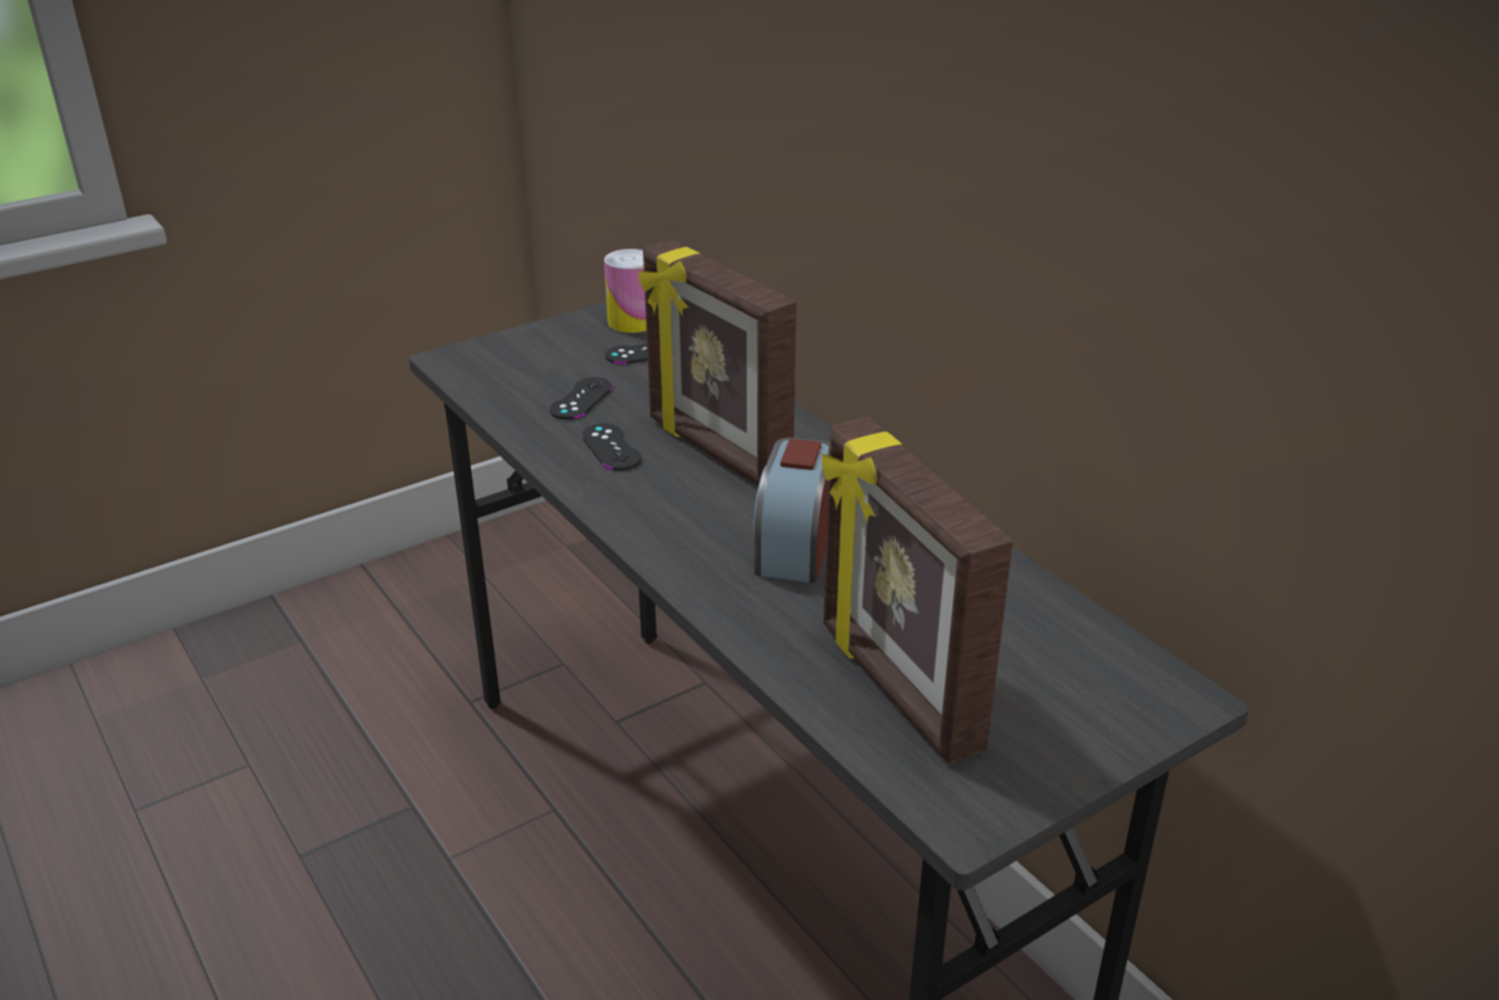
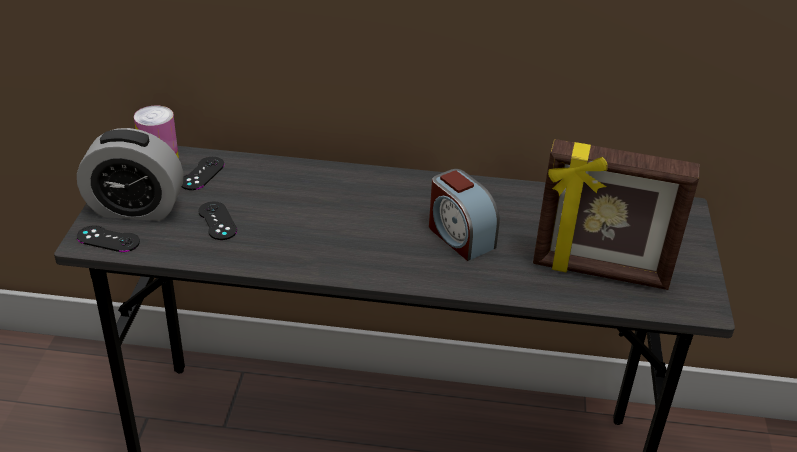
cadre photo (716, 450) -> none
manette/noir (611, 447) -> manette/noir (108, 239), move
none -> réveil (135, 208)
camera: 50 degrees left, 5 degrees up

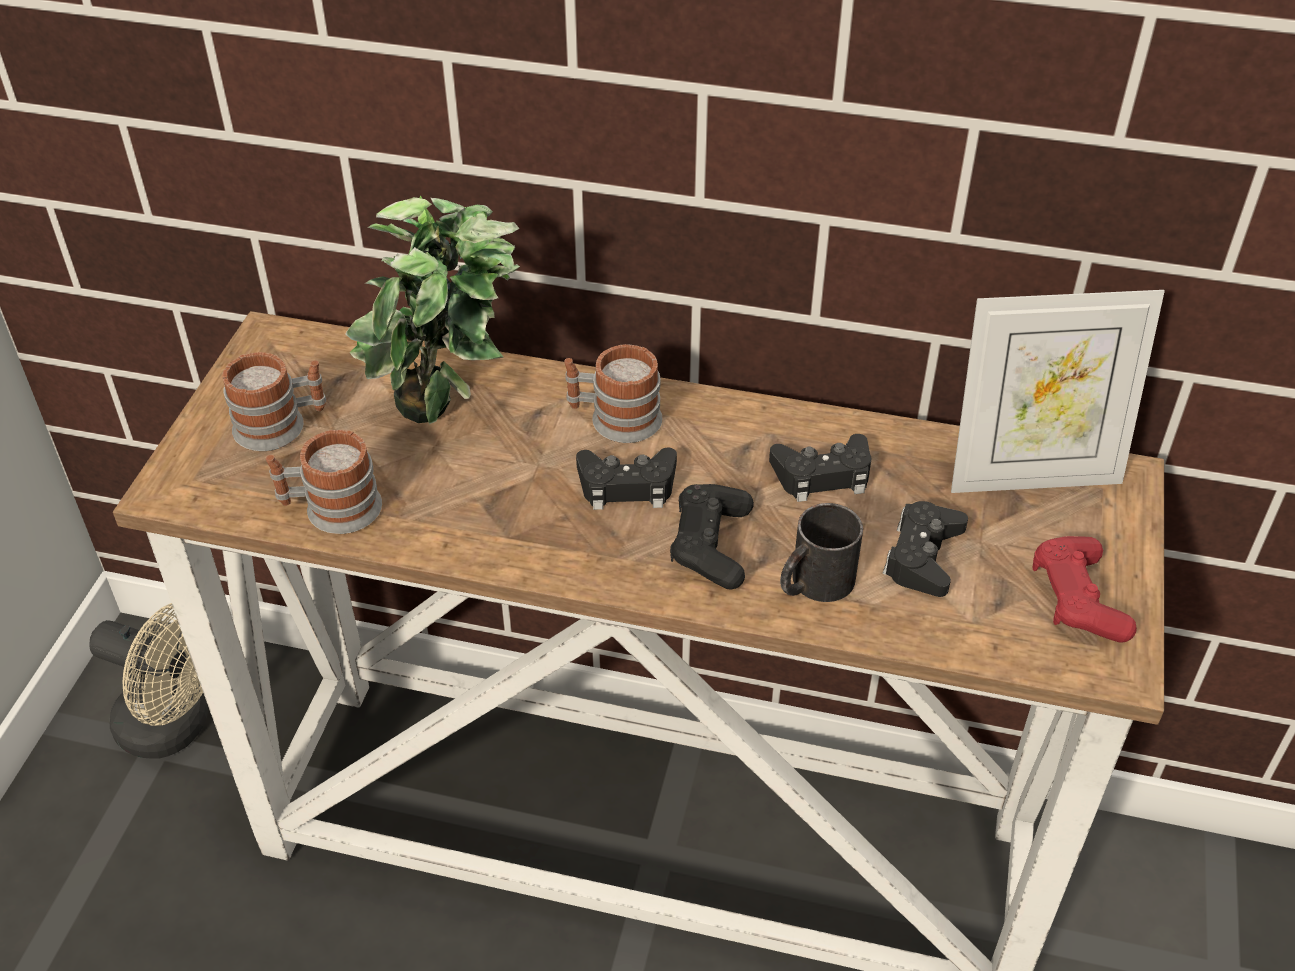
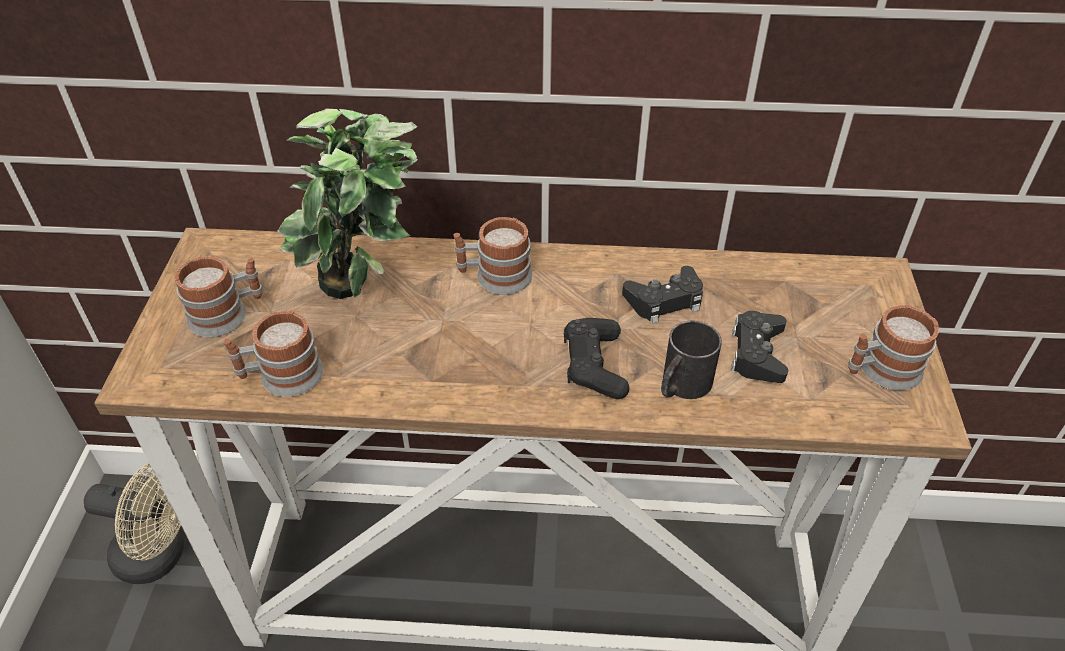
cadre photo (1032, 475) -> none
manette/noir (627, 486) -> none
manette/rouge (1077, 599) -> mug (881, 371)
camera: 10 degrees left, 0 degrees up

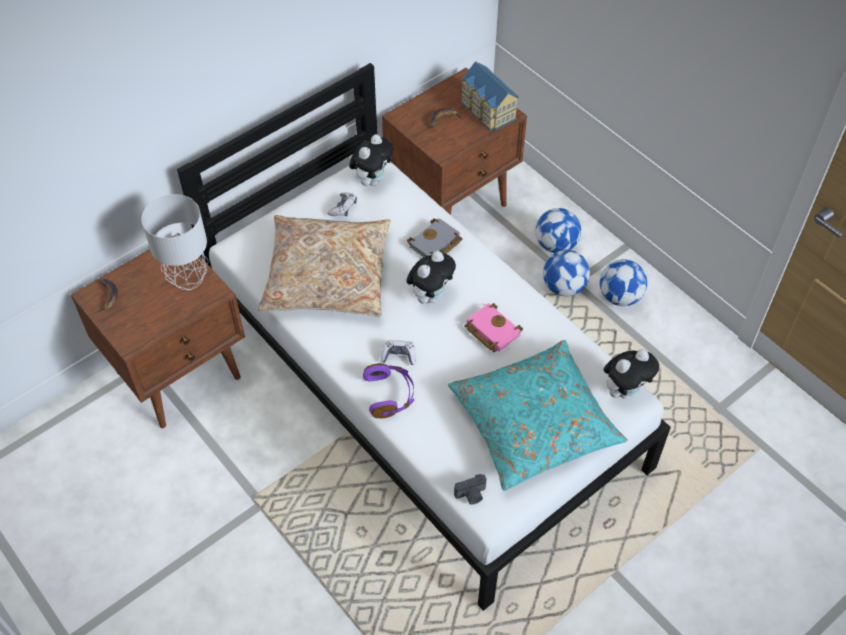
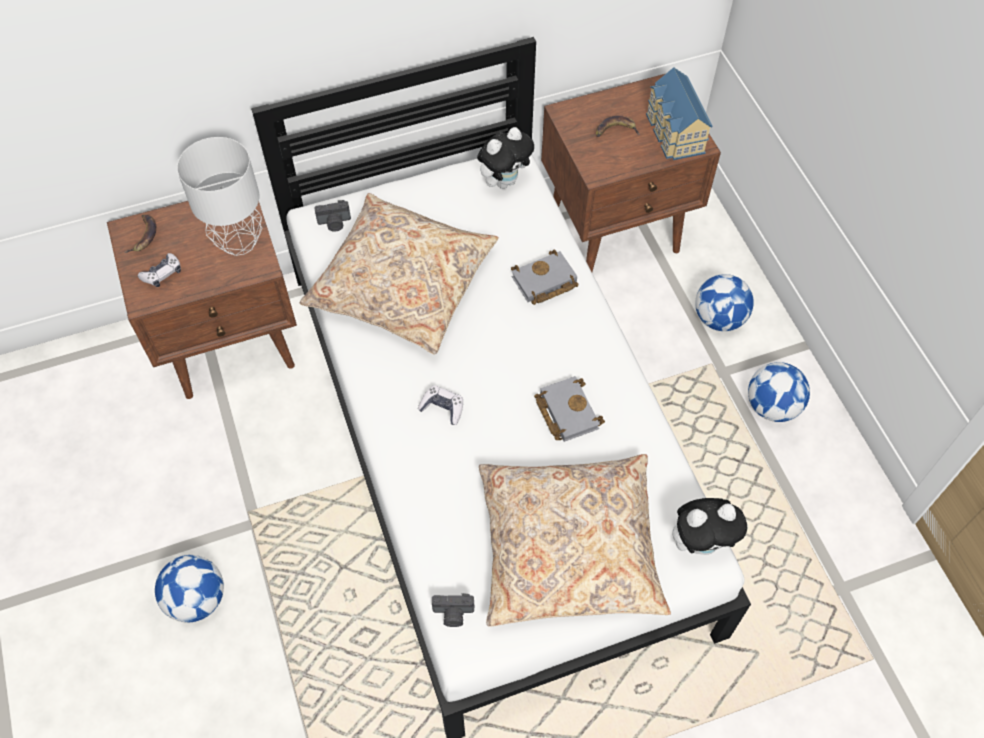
manette (343, 208) -> manette (162, 274), move
ballon de foot (563, 287) -> ballon de foot (197, 599), move
peluche (430, 295) -> none
livre/rose (490, 330) -> livre/gris (565, 411)
coussin/turquoise (533, 423) -> coussin/beige (568, 547)
casque audio/violet (390, 395) -> none
none -> appareil photo (334, 223)
camera: 20 degrees right, 5 degrees up

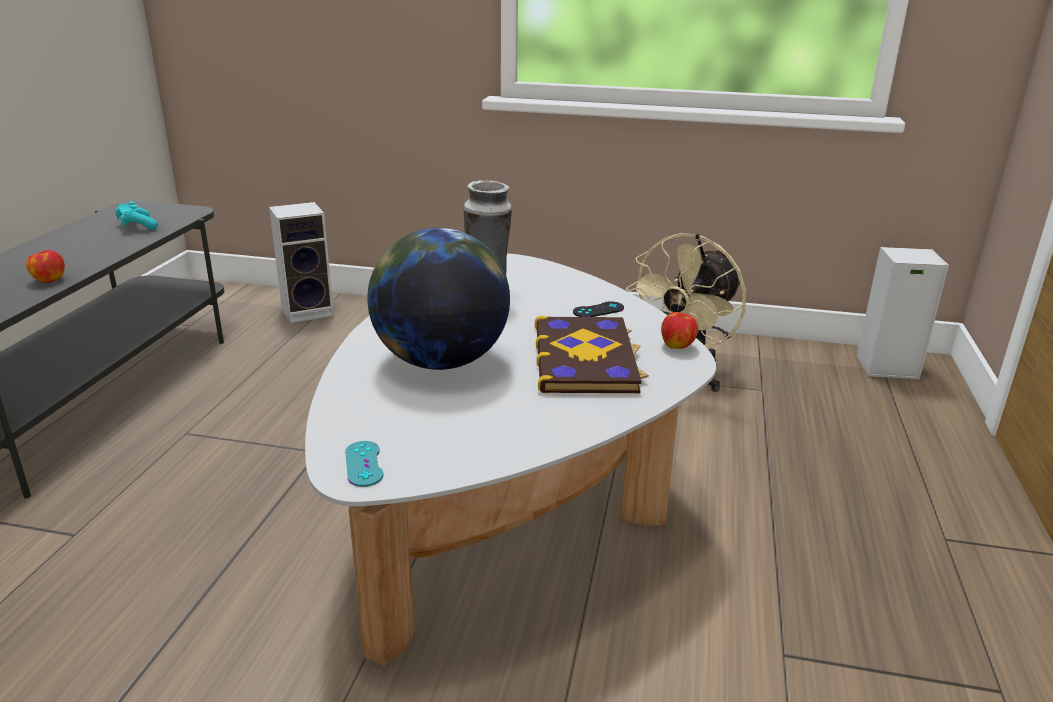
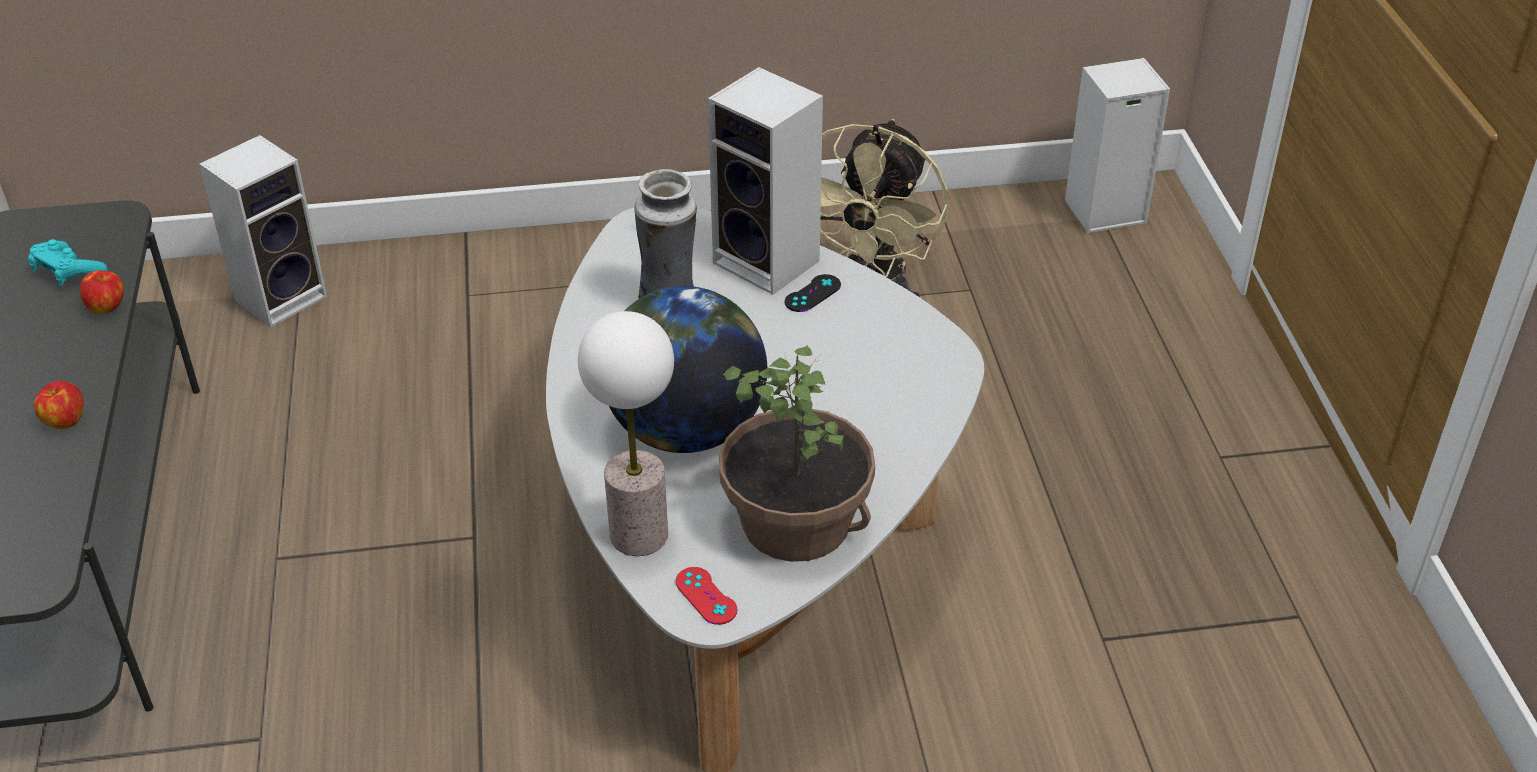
pomme (677, 346) -> pomme (107, 307), move
livre (586, 358) -> none
manette/turquoise (364, 464) -> manette/rouge (706, 596)
none -> enceinte (770, 262)
none -> lampe de table (639, 535)
none -> plante en pot (797, 521)
camera: 20 degrees left, 15 degrees up

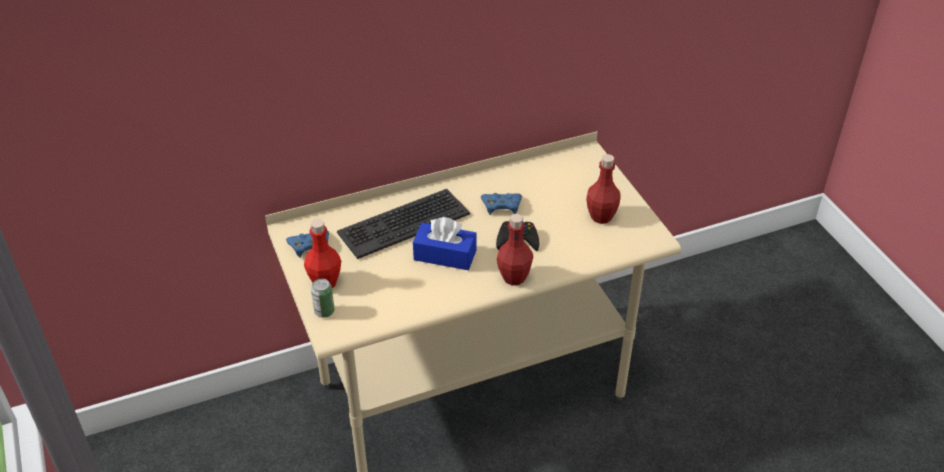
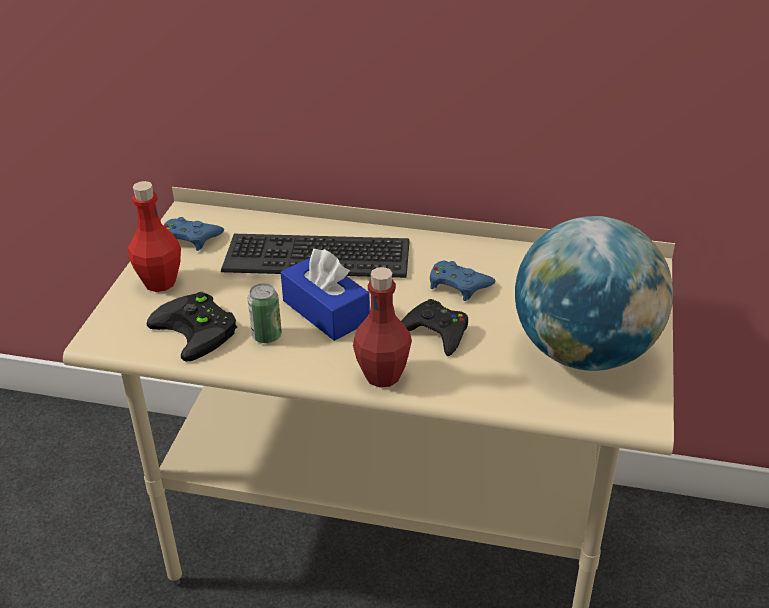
bouteille/rouge (601, 216) -> globe (584, 352)
boîte métallique (324, 311) -> boîte métallique (267, 336), move
none -> manette/noir (199, 330)
camera: 35 degrees right, 5 degrees down

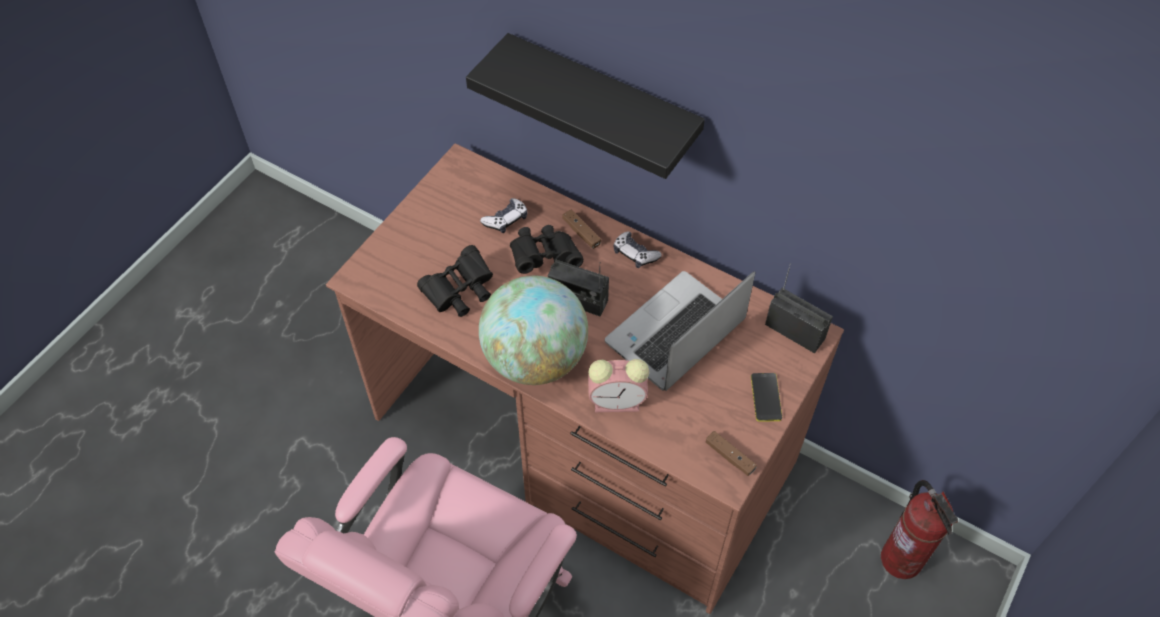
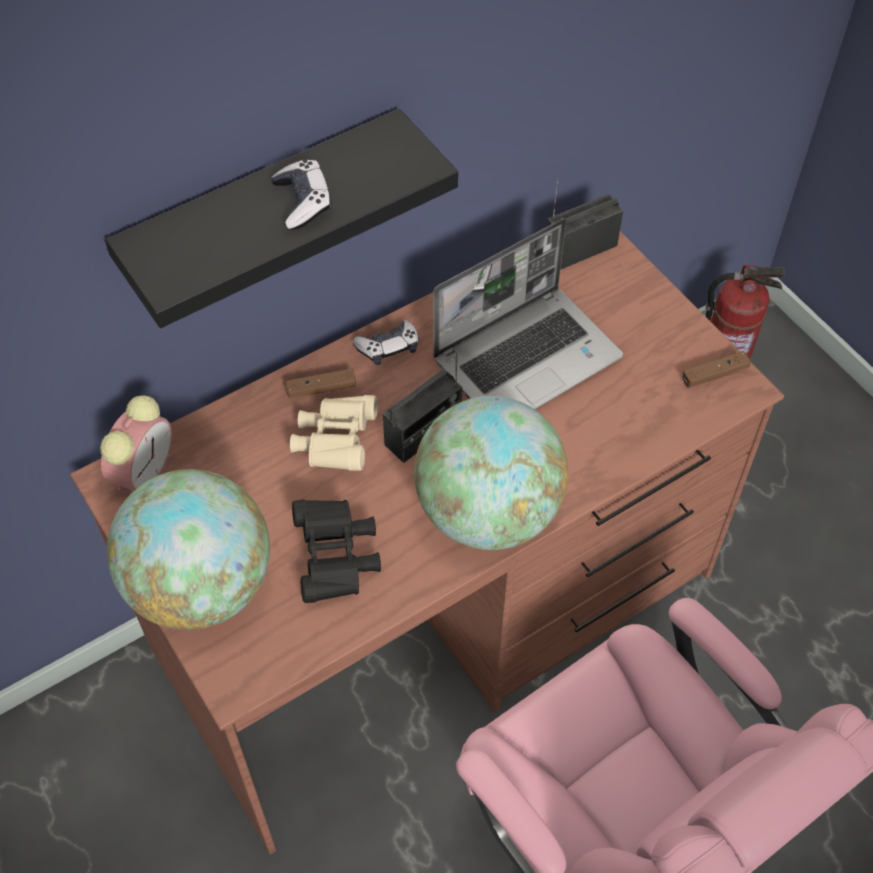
manette (506, 220) -> manette (303, 202), move
jumelles/noir (544, 257) -> jumelles/beige (336, 442)
ordinateur portable (675, 335) -> ordinateur portable (528, 357), 105 degrees counterclockwise
réveil (618, 401) -> réveil (145, 472), move
téléphone (766, 397) -> none
none -> globe (201, 586)
camera: 65 degrees left, 0 degrees up

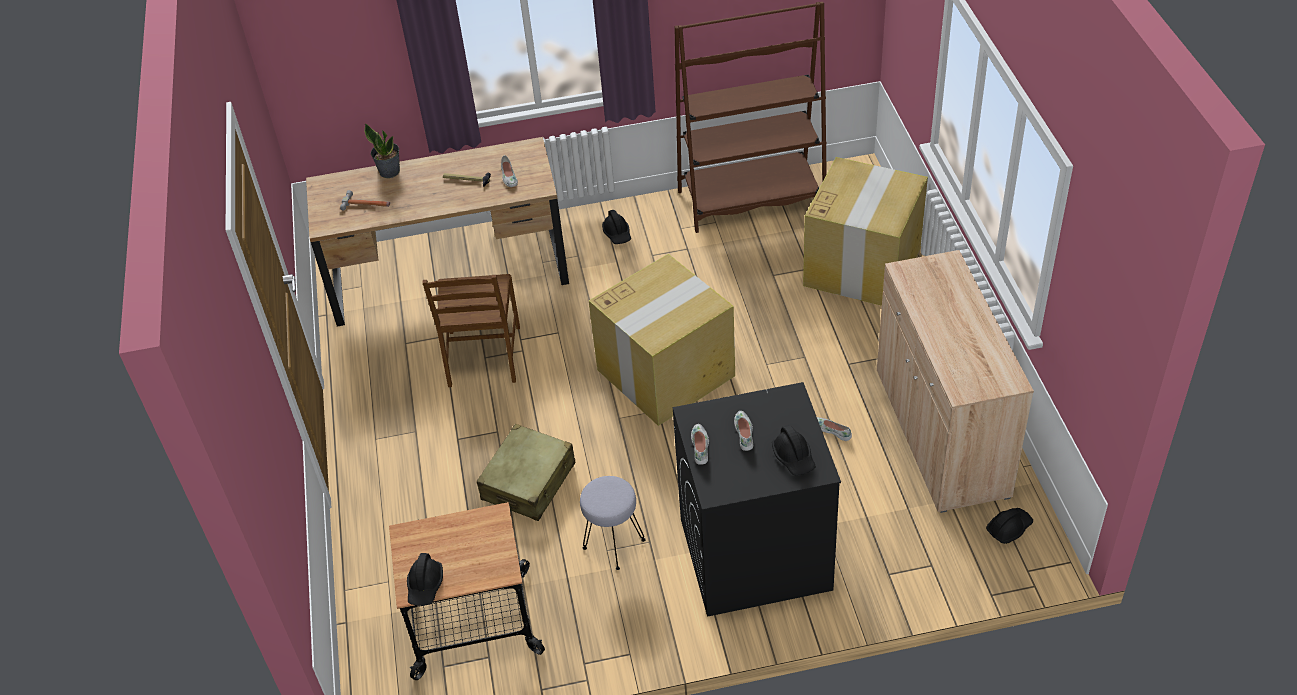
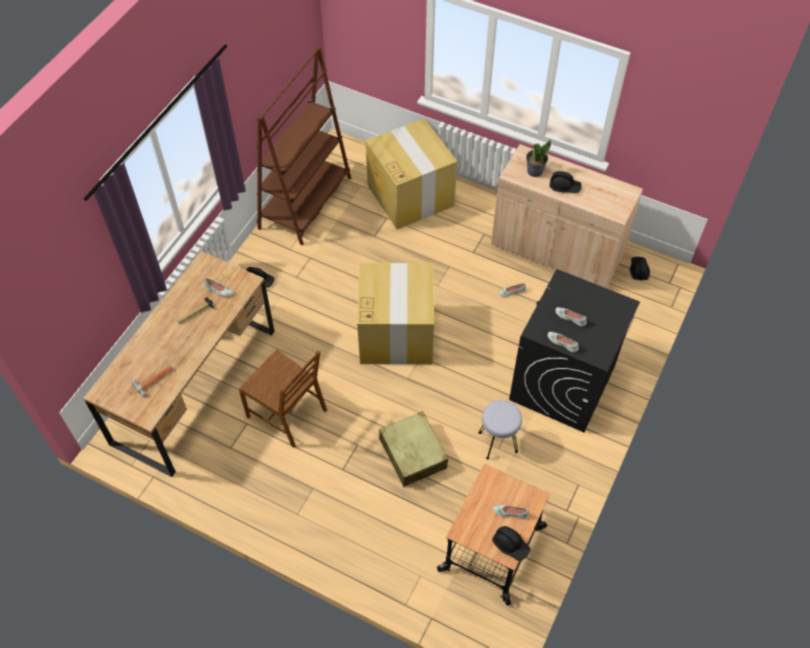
plante en pot (389, 171) -> plante en pot (534, 171), move
casque de chantier/noir (794, 457) -> casque de chantier/noir (564, 187), move
none -> chaussure/blanc (510, 512)
camera: 55 degrees left, 10 degrees up

